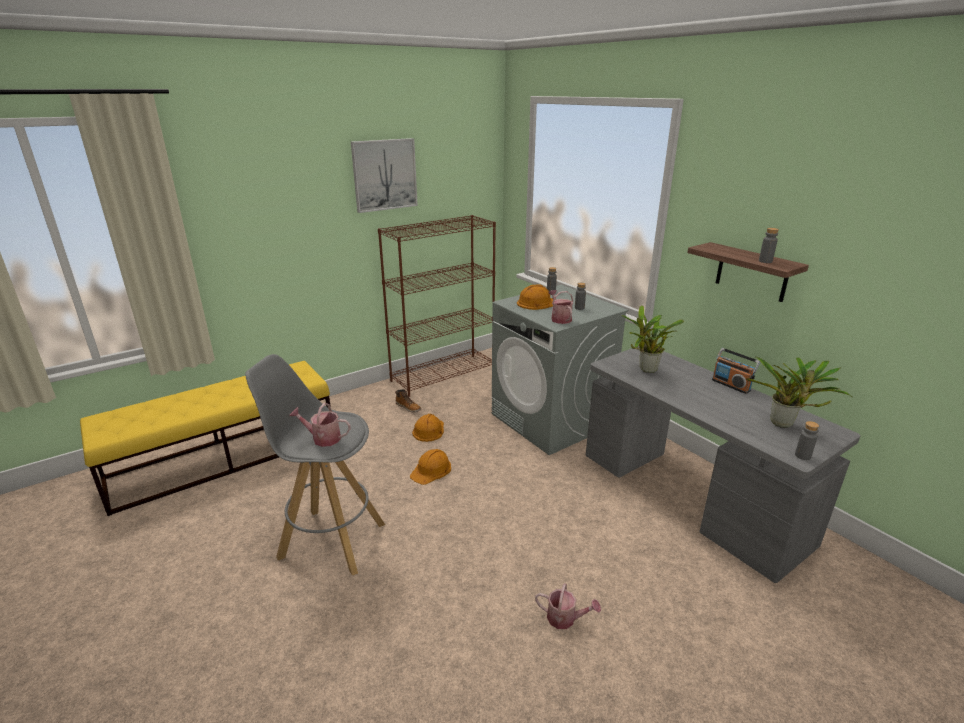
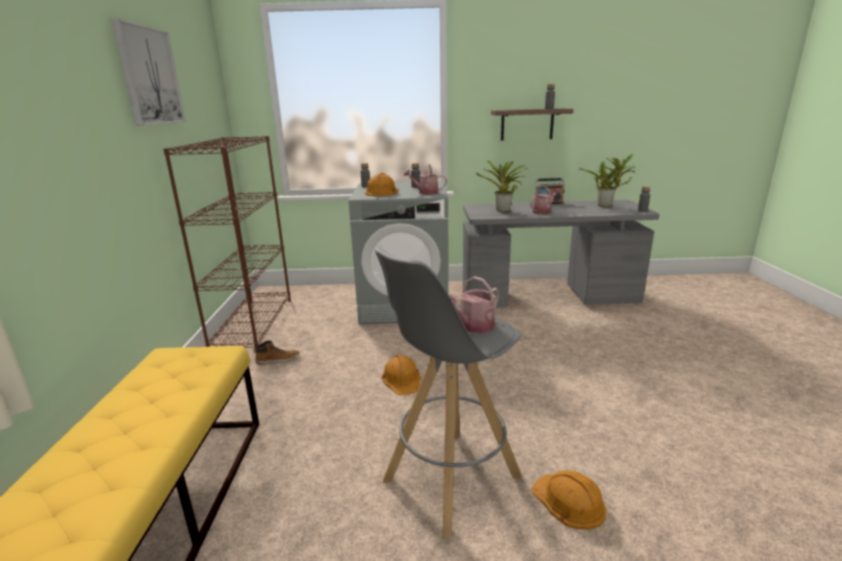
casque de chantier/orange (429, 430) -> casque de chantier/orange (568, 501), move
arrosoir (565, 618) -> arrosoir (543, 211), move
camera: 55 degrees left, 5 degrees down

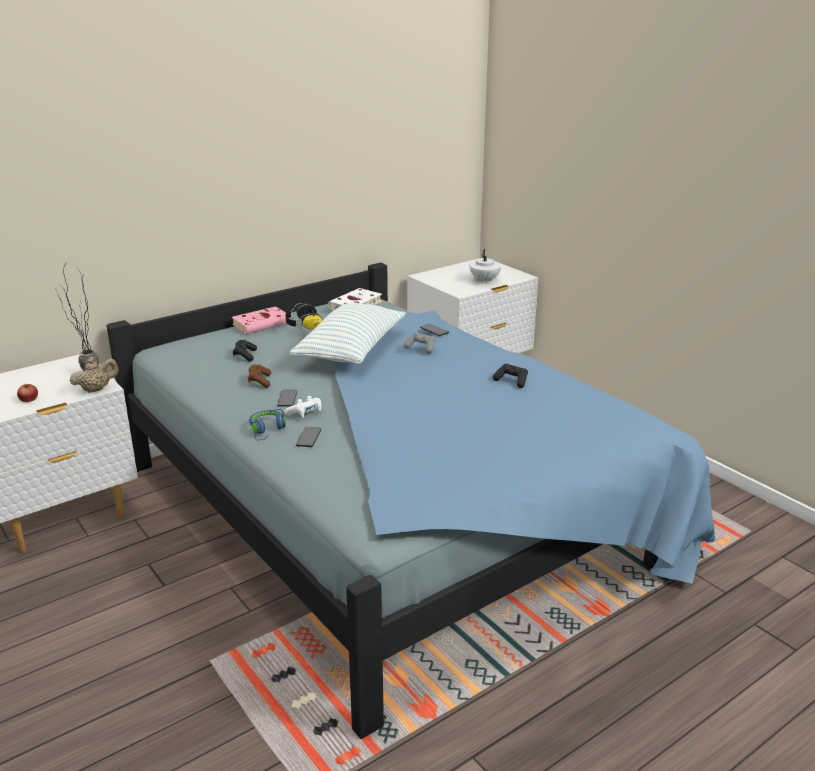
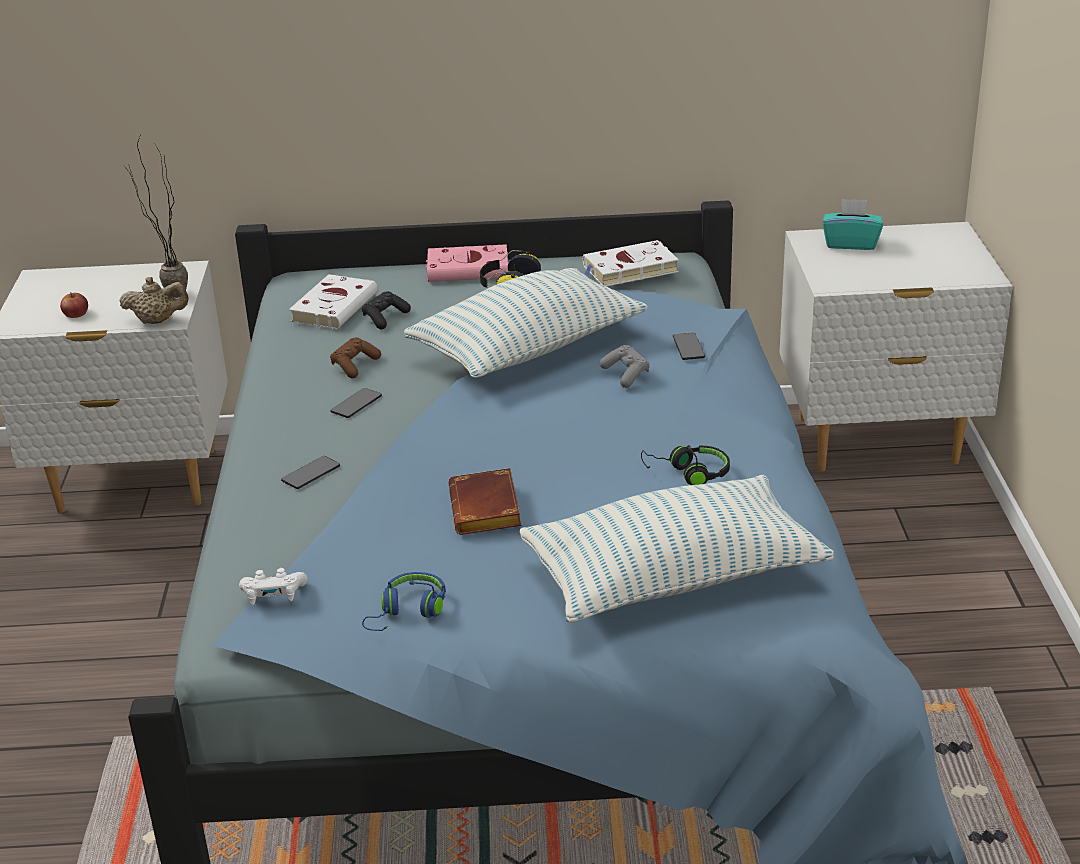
théière/blanc (484, 281) -> none
manette/noir (511, 381) -> casque audio/noir (688, 473)
manette/blanc (305, 413) -> manette/blanc (273, 596), move
casque audio/bleu (267, 430) -> casque audio/bleu (408, 612), move
none -> boîte à mouchoirs/turquoise (851, 243)
none -> livre/blanc (335, 306)
none -> livre/marron (488, 511)
none -> coussin (673, 578)
camera: 35 degrees right, 5 degrees up

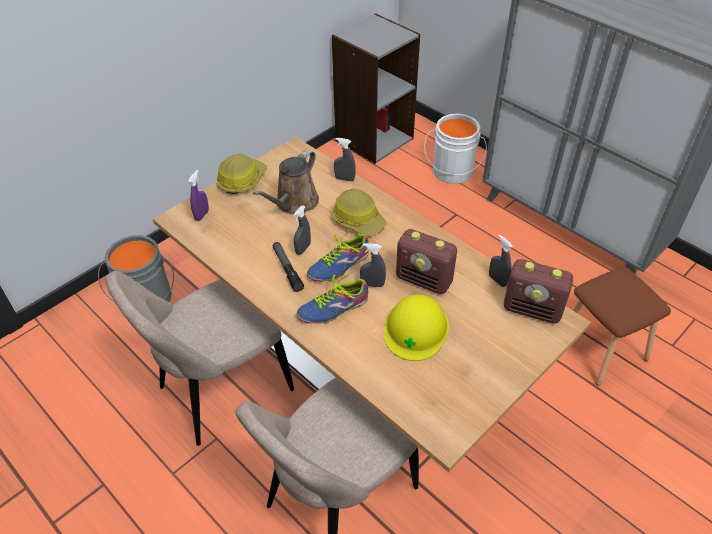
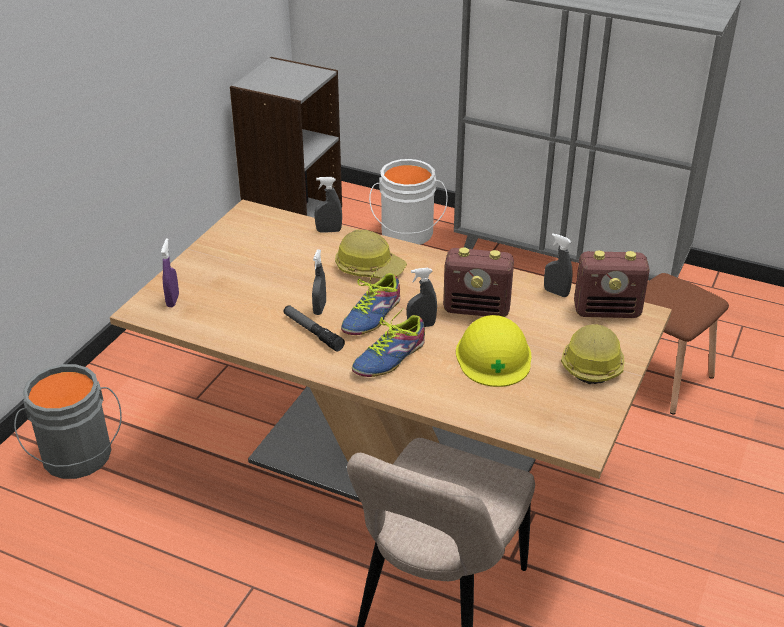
arrosoir/marron (294, 203) -> none
casque de chantier (241, 180) -> casque de chantier (591, 362), move
chaise/beige (220, 391) -> none
camera: 20 degrees left, 10 degrees down

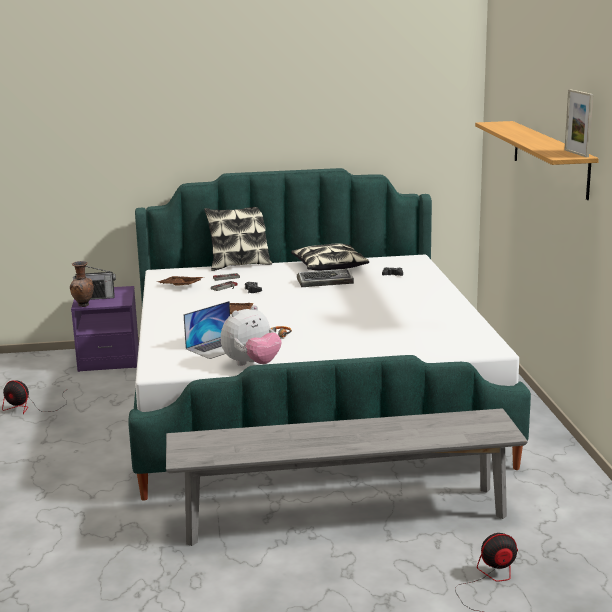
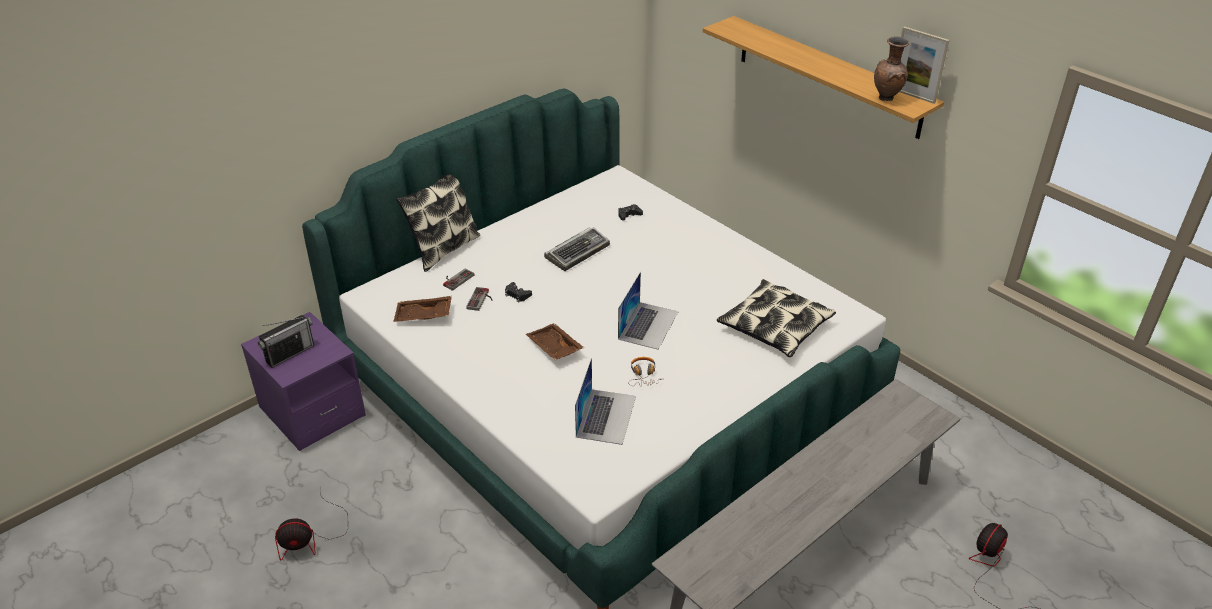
coussin (329, 266) -> coussin (774, 327), move
vase/marron (83, 305) -> vase/marron (887, 98), move
peluche (251, 364) -> none
none -> ordinateur portable (648, 325)
camera: 35 degrees left, 20 degrees up

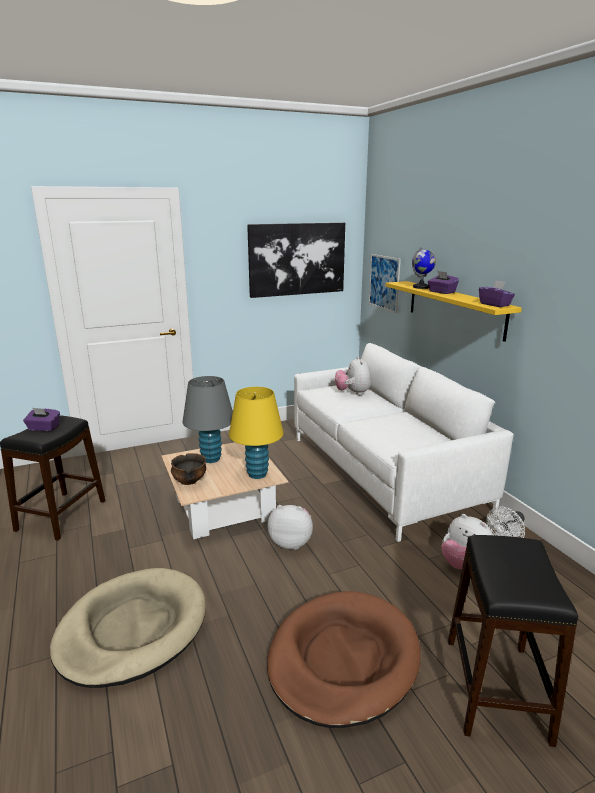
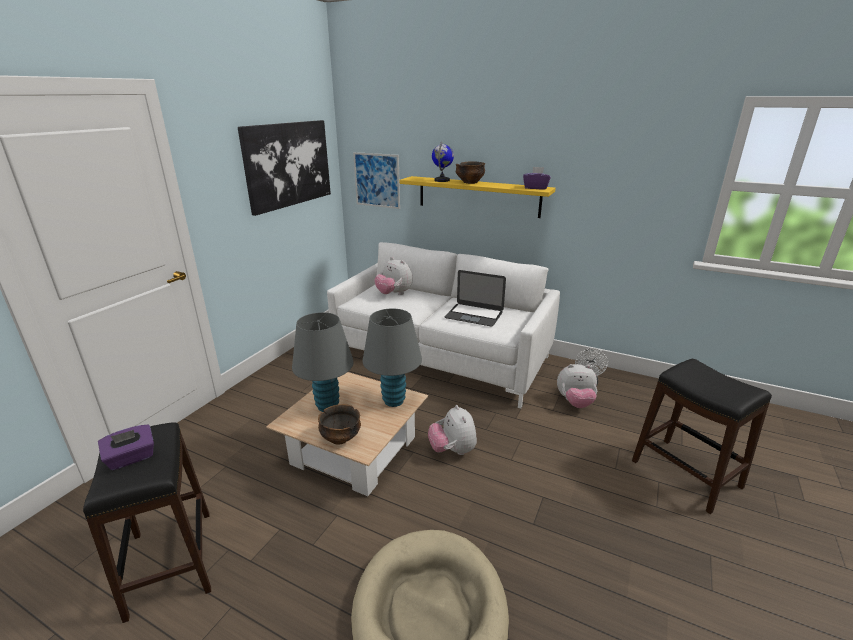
boîte à mouchoirs/violet (441, 292) -> bol (470, 182)
lampe de table/jaune (257, 474) -> lampe de table/gris (393, 401)
peluche (291, 542) -> peluche (452, 450), 75 degrees counterclockwise
panier pour chien/marron (343, 659) -> none
none -> ordinateur portable (474, 315)
camera: 40 degrees left, 5 degrees up

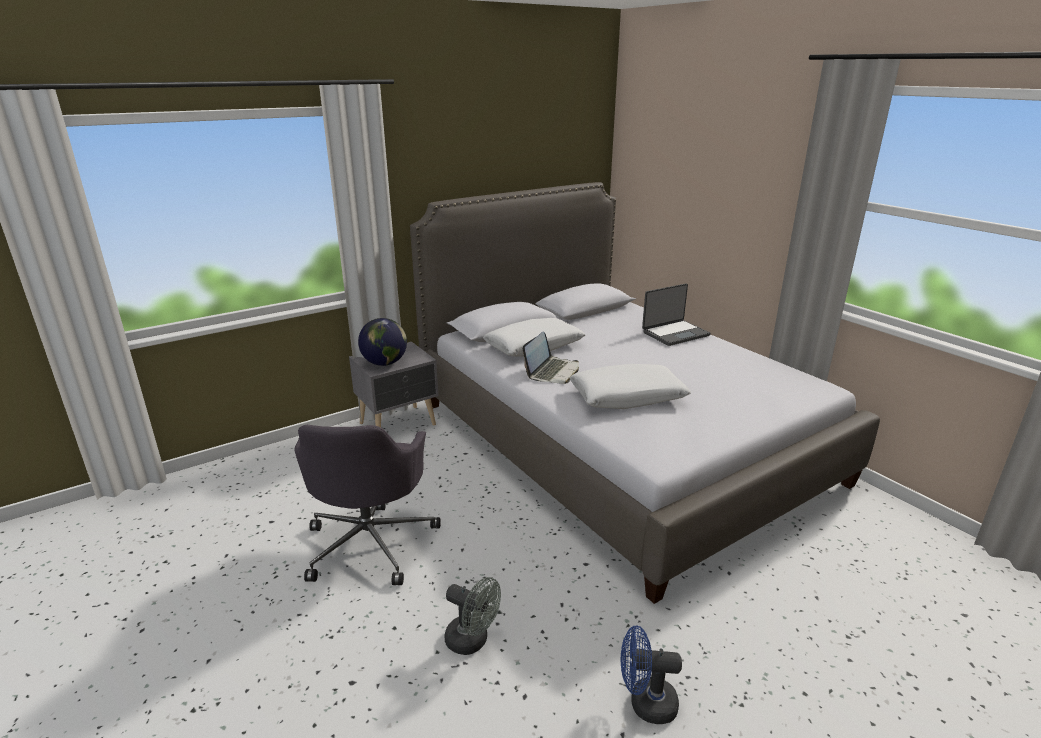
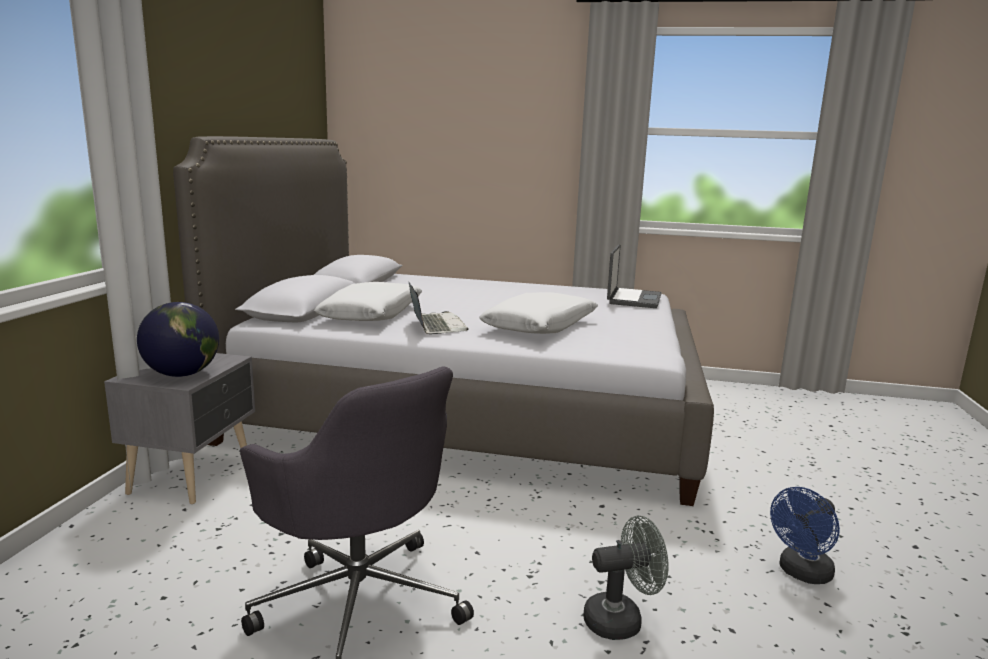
ordinateur portable (674, 333) -> ordinateur portable (633, 299), move
camera: 45 degrees left, 10 degrees down

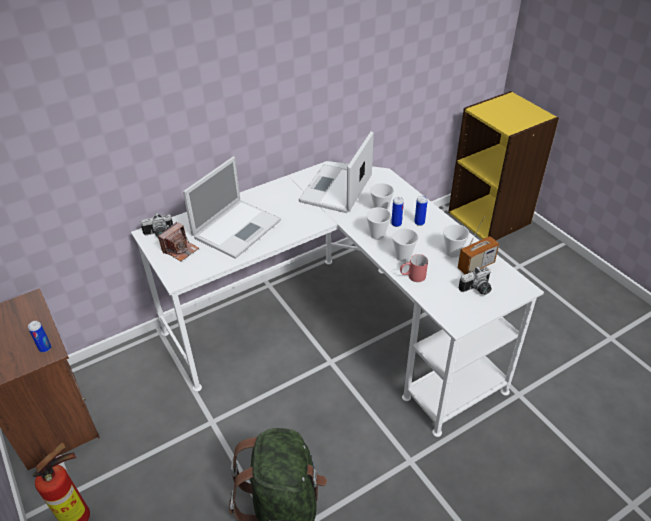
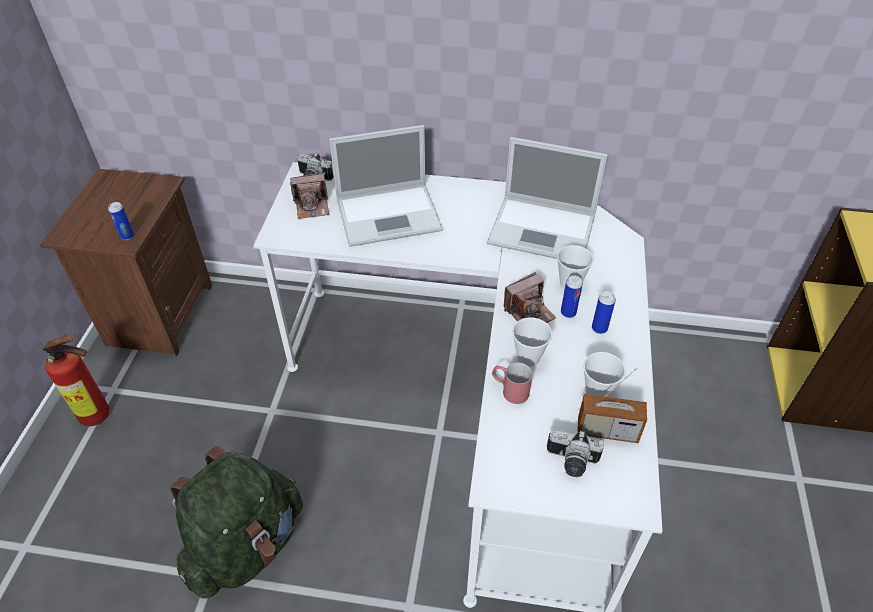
ordinateur portable (336, 190) -> ordinateur portable (544, 229), 135 degrees counterclockwise
tasse (377, 235) -> appareil photo (529, 312)
camera: 40 degrees right, 5 degrees up

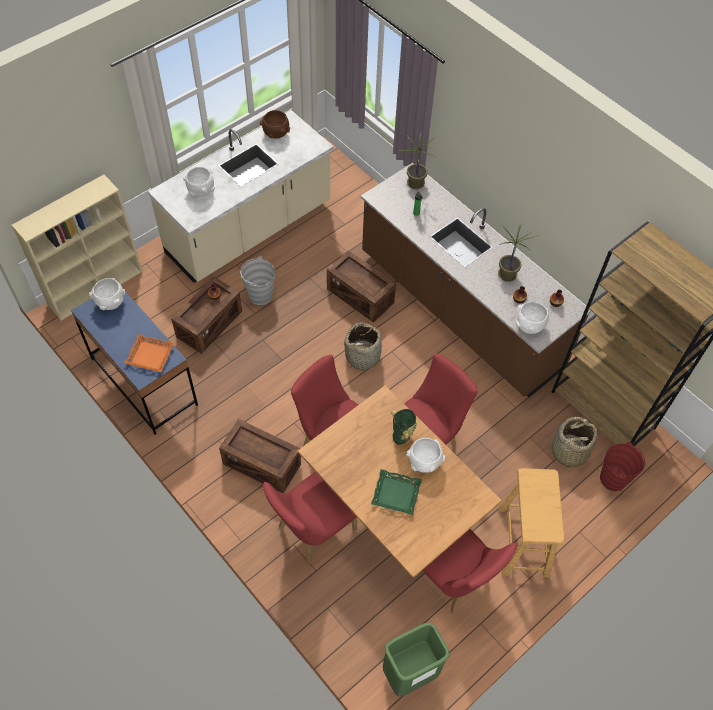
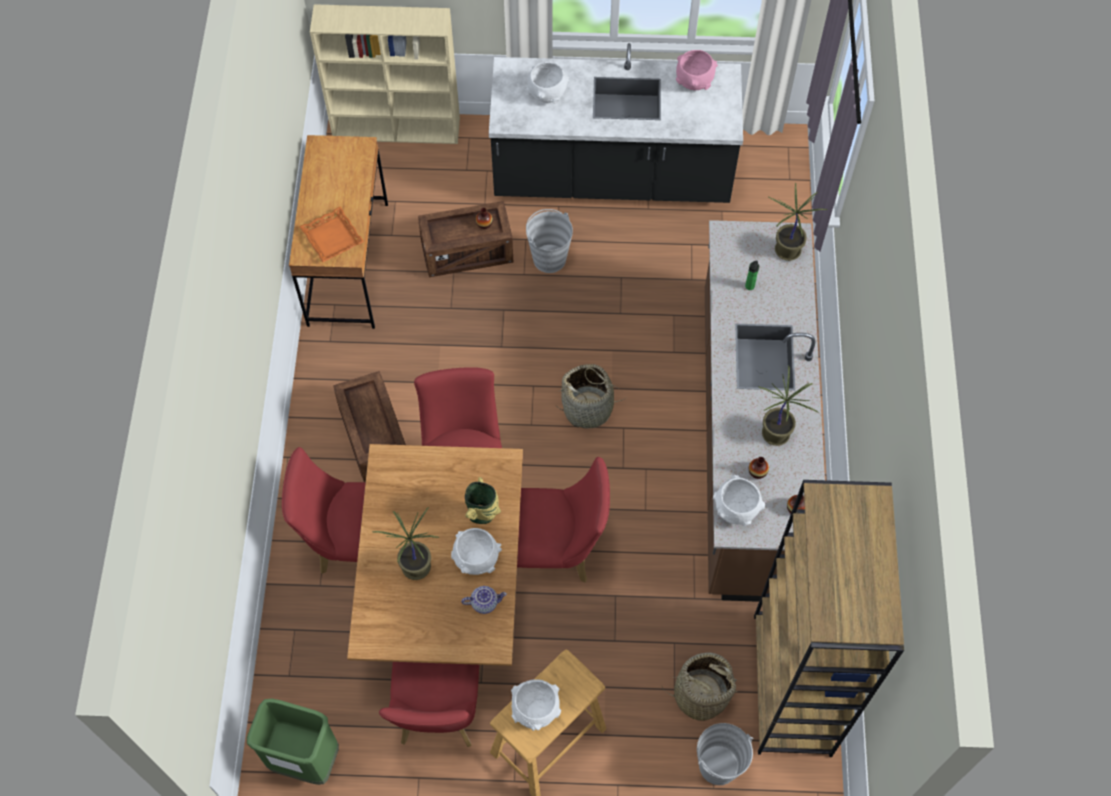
comptoir de cuisine/beige (249, 229) -> comptoir de cuisine/noir (612, 176)
bol/marron (275, 134) -> bol/rose (693, 82)
caisse (360, 296) -> none
bol/blanc (110, 302) -> bol/blanc (535, 710), move
bureau/bleu (144, 381) -> bureau/marron (348, 263)
seau/rouge (613, 479) -> seau/gris (718, 766)
plateau/vert (396, 494) -> plante en pot (415, 566)
none -> théière (484, 602)
camera: 45 degrees right, 5 degrees up

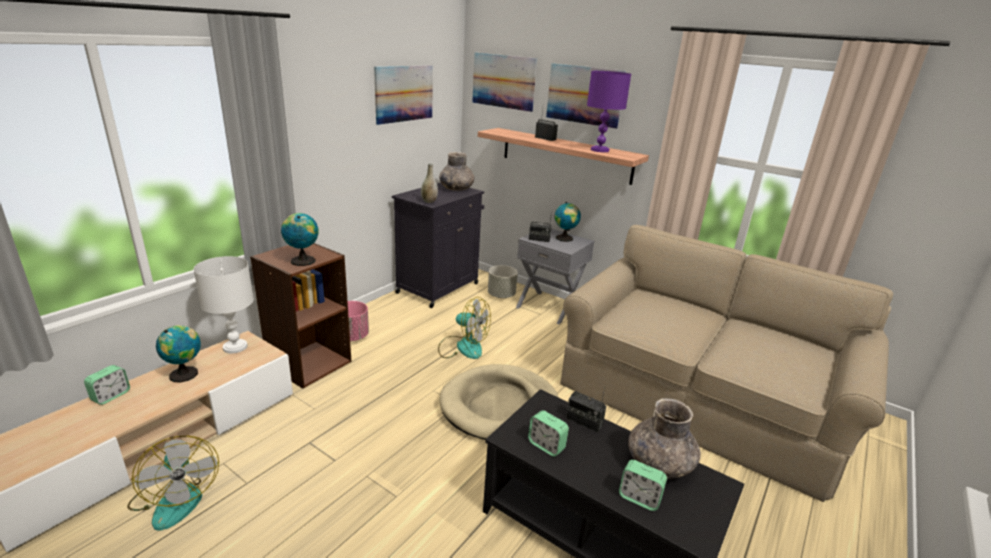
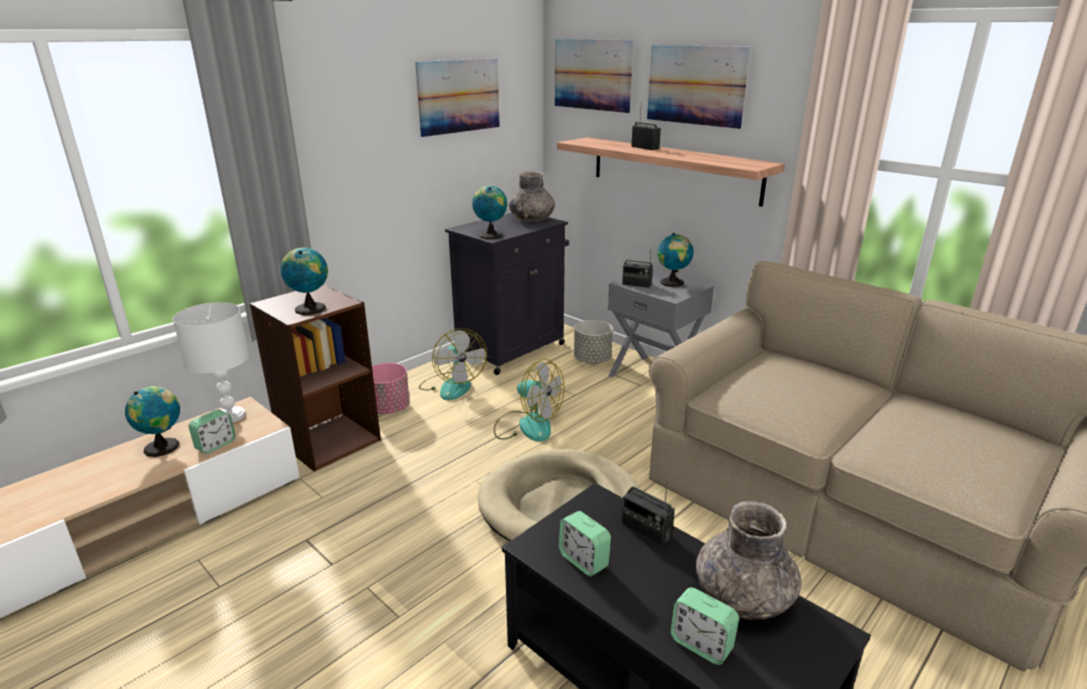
lampe de table/violet (600, 150) -> none
vase/gris (429, 201) -> globe (490, 235)
réveil (111, 396) -> réveil (215, 445), move
ventilateur (176, 498) -> ventilateur (452, 385), move
camera: 10 degrees right, 0 degrees up

